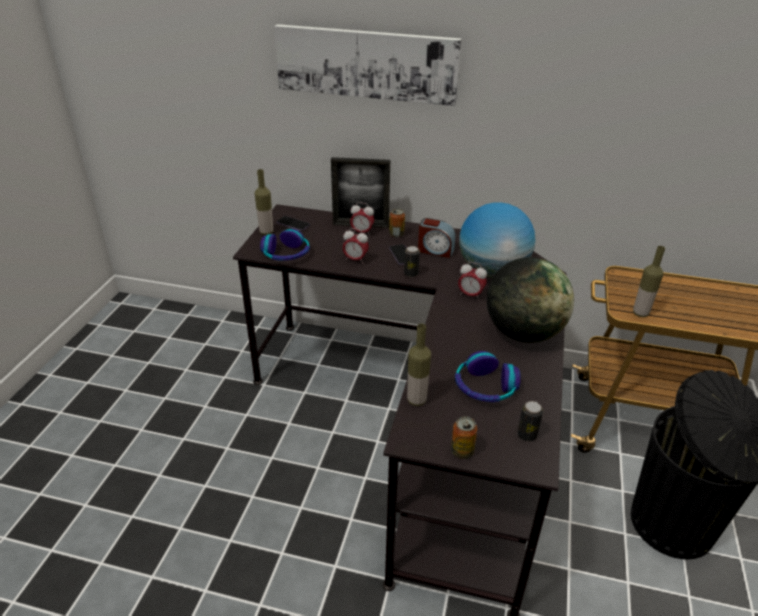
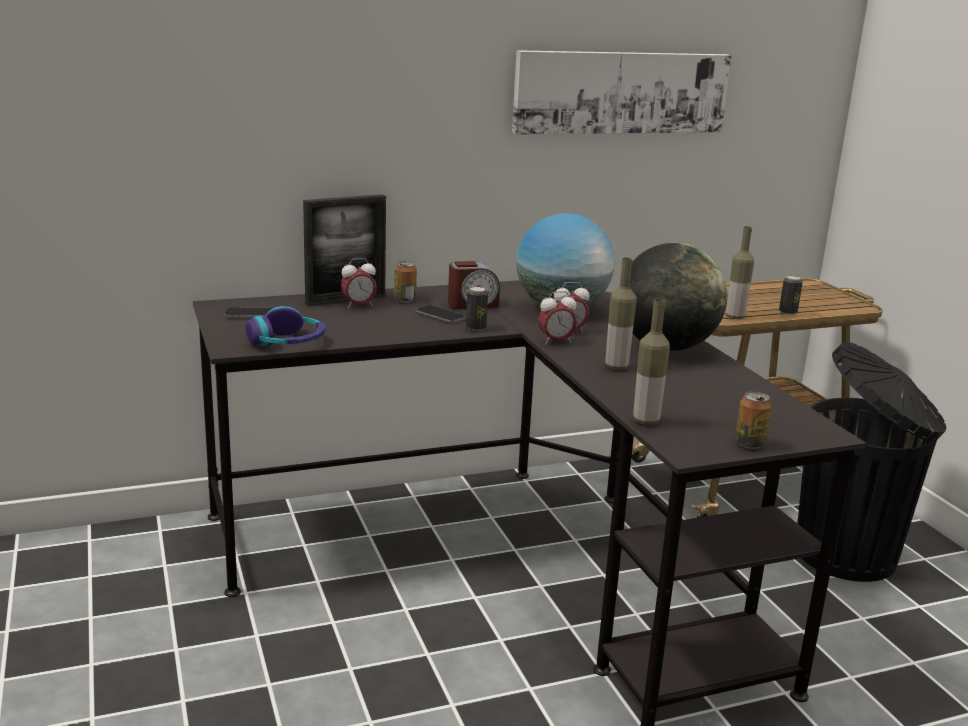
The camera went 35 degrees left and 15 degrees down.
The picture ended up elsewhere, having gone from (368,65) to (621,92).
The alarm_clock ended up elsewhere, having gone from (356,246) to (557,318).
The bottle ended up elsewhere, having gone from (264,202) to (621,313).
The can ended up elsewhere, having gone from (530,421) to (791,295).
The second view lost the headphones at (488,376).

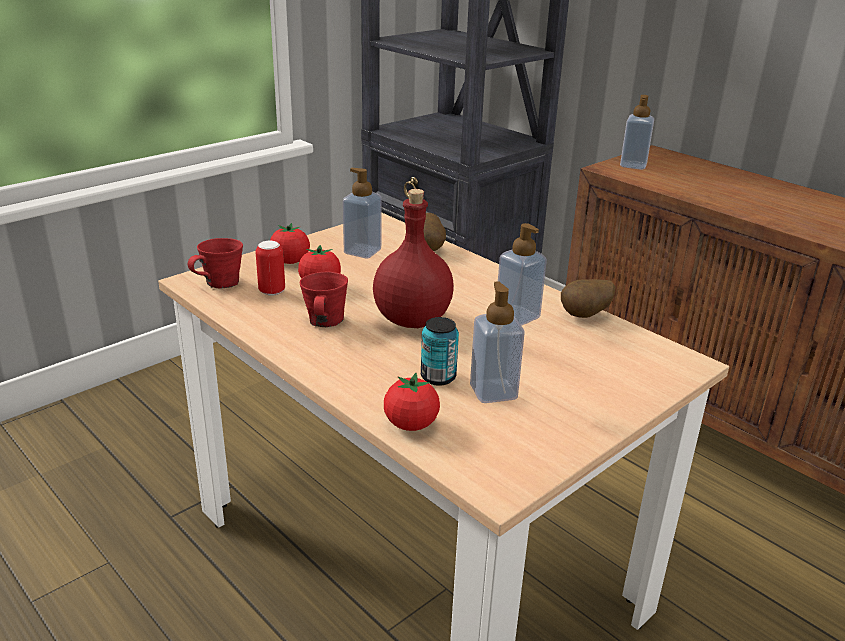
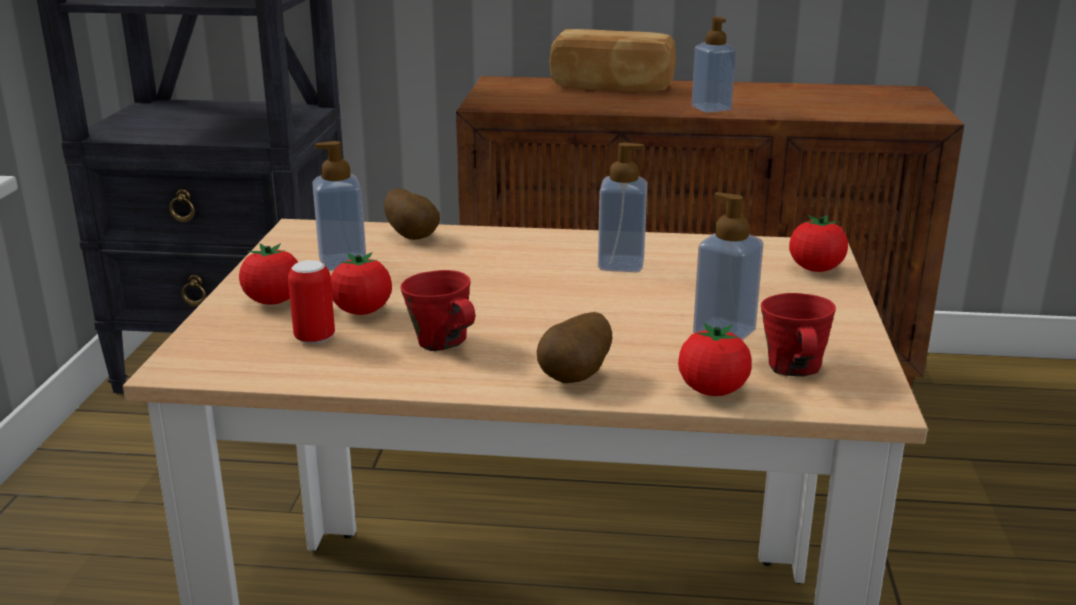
The camera went 40 degrees left and 5 degrees down.
The potato ended up elsewhere, having gone from (588,298) to (574,347).
The second view gained the bread at (612,60).
The soap_dispenser ended up elsewhere, having gone from (637,132) to (713,65).
The red_mug ended up elsewhere, having gone from (215,263) to (798,335).
The second view gained the tomato at (818,243).
The second view lost the red_bottle at (413,258).
The second view lost the can at (440,351).

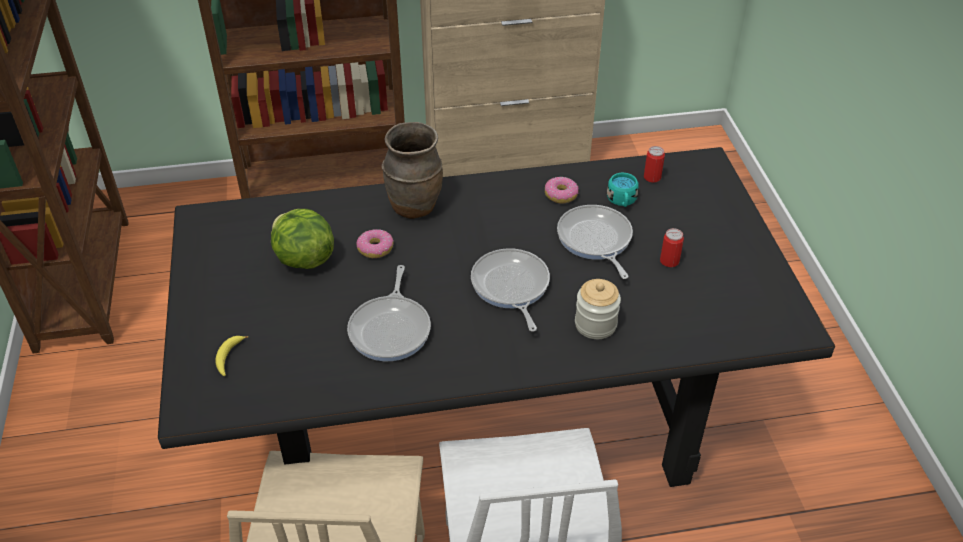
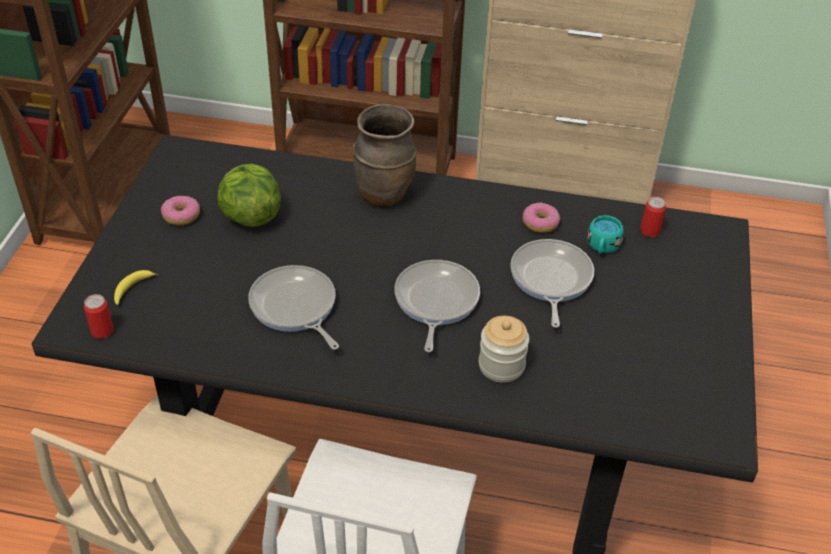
The camera went 20 degrees right and 0 degrees up.
The can ended up elsewhere, having gone from (672,247) to (99,316).
The donut ended up elsewhere, having gone from (374,243) to (180,210).
The frying_pan at (389,313) ended up facing another way, 120 degrees clockwise from before.

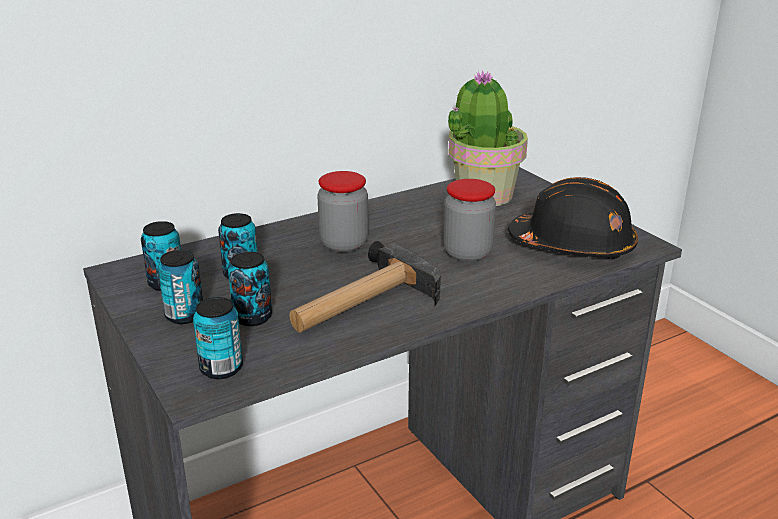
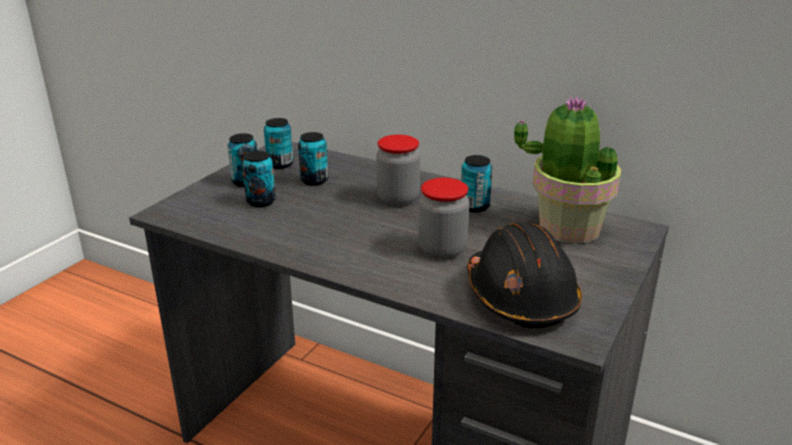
The camera went 60 degrees right and 0 degrees up.
The can ended up elsewhere, having gone from (218,338) to (476,183).
The second view lost the hammer at (365,287).

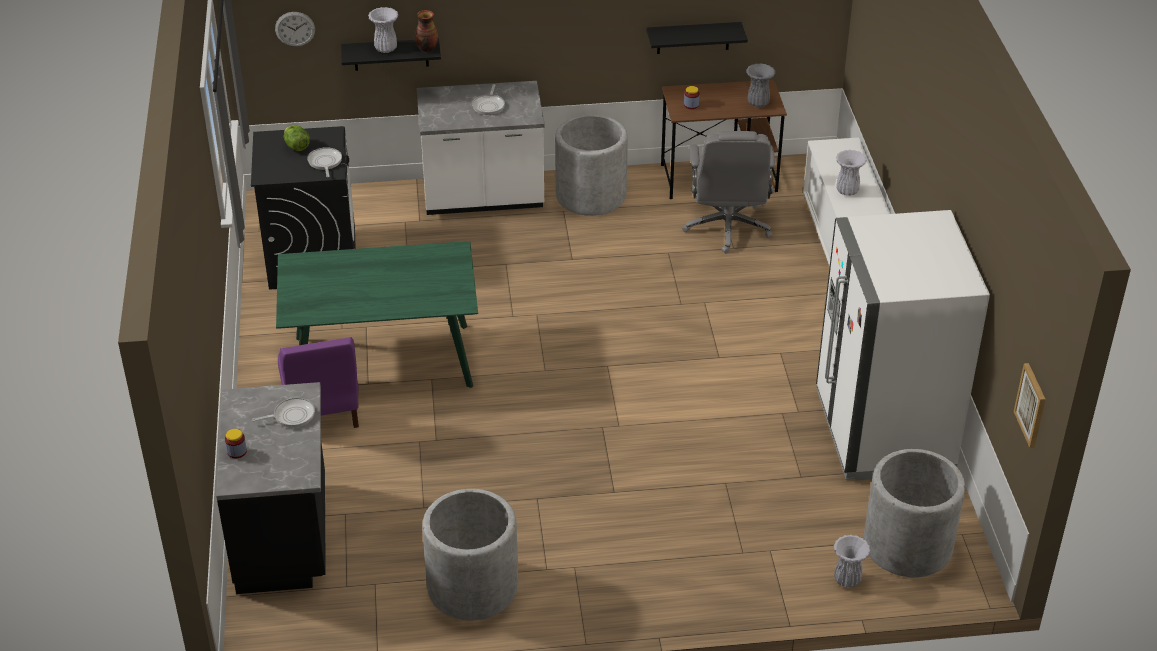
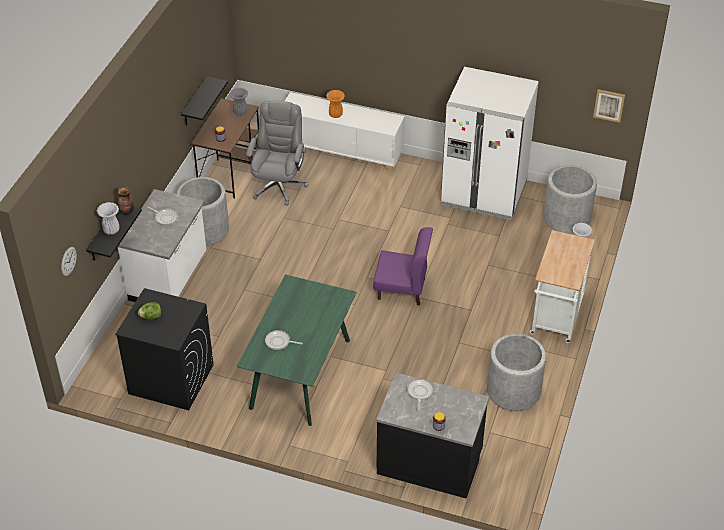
The camera went 65 degrees left and 5 degrees up.
The grey_office_chair at (728,192) ended up facing another way, 105 degrees counterclockwise from before.
The frying_pan ended up elsewhere, having gone from (324,162) to (284,340).
What was the white_vase at (851,173) turned into the orange_vase at (335,104).
The purple_chair ended up elsewhere, having gone from (318,382) to (403,266).
The second view gained the white_cart at (562,286).

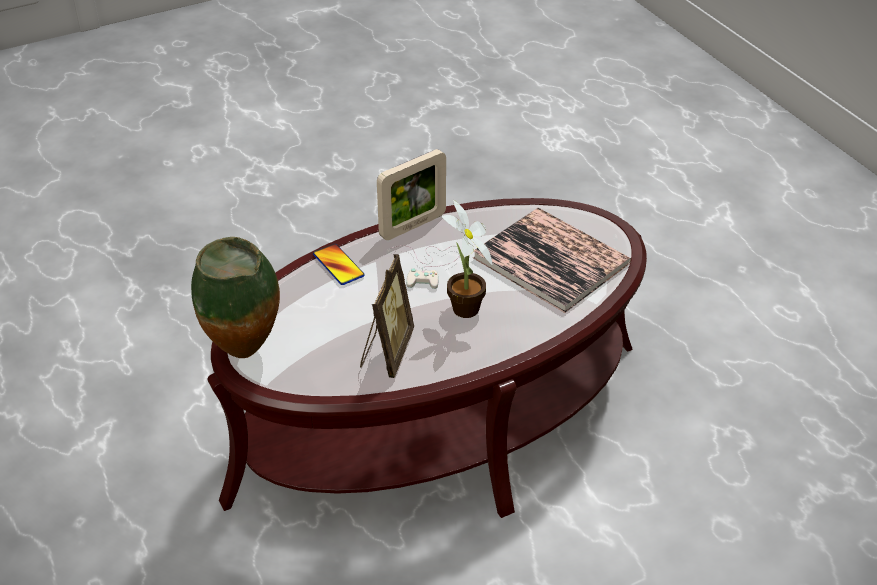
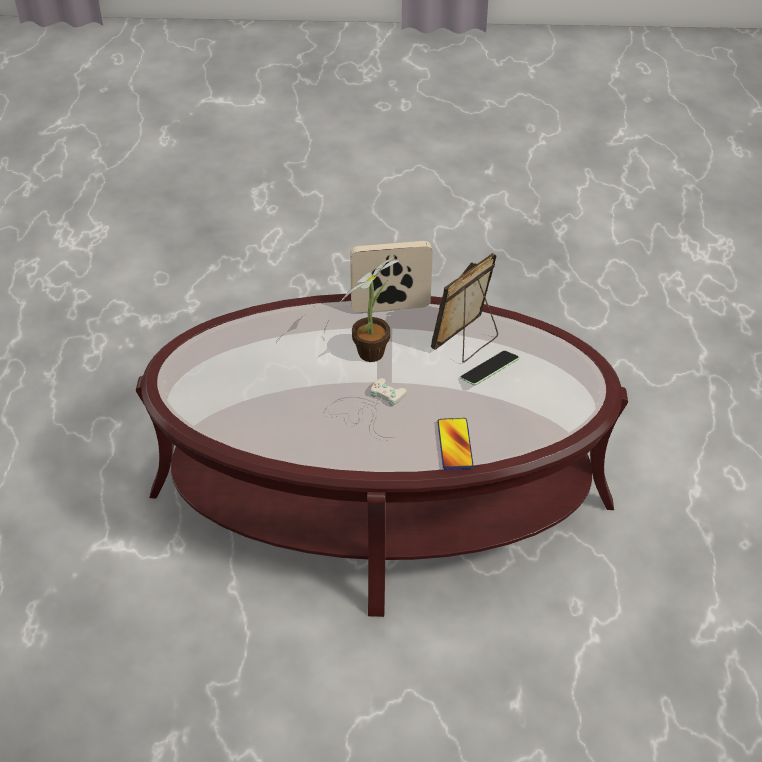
The camera went 150 degrees left and 5 degrees up.
The picture_frame ended up elsewhere, having gone from (411,194) to (391,277).
The second view gained the phone at (490,368).
The second view lost the vase at (235,297).
The second view lost the book at (552,260).

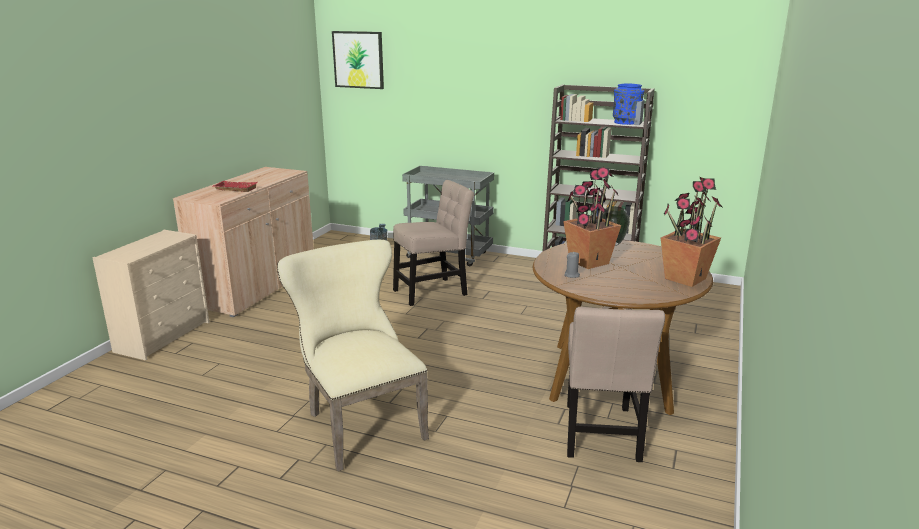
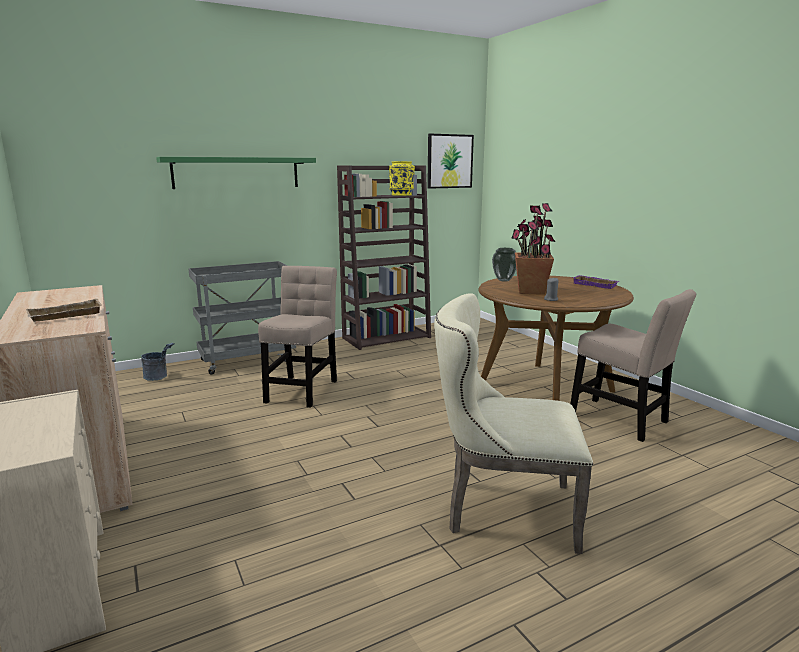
The camera went 50 degrees left and 5 degrees down.
What was the red_tray at (235,186) turned into the beige_tray at (64,310).
The second view gained the green_shelf at (236,173).
What was the blue_vase at (628,104) turned into the yellow_vase at (402,178).
The picture ended up elsewhere, having gone from (358,60) to (450,161).
Where the potted_plant stood at (691,232), the purple_tray came to stand at (595,282).

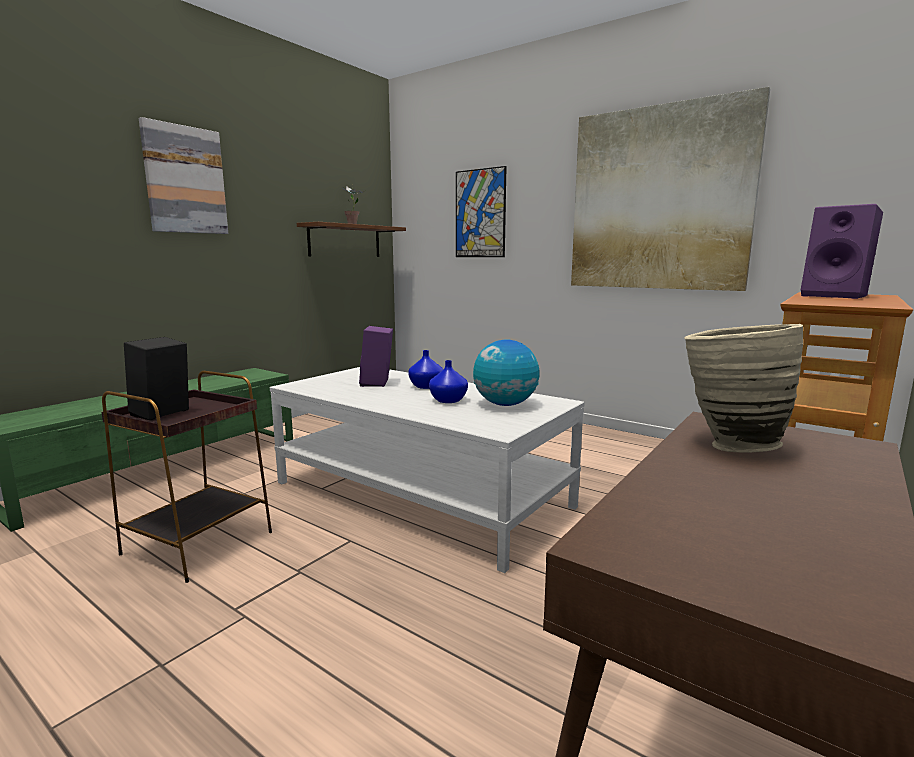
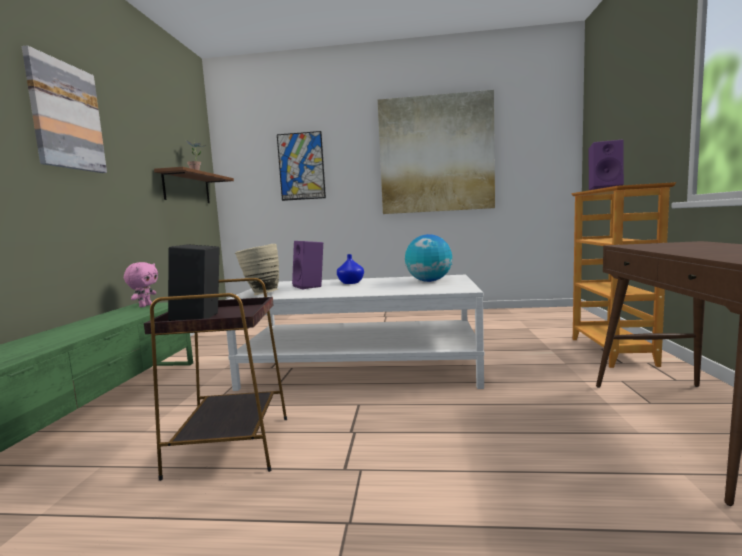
The camera went 30 degrees left and 5 degrees down.
The second view gained the pink_plush_toy at (141,284).
The beige_vase ended up elsewhere, having gone from (743,388) to (257,269).
The second view lost the blue_vase at (448,381).

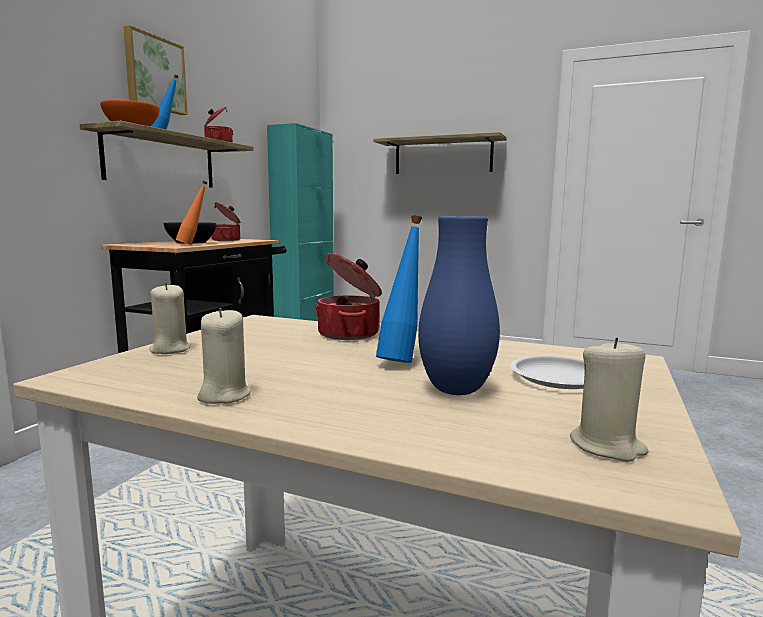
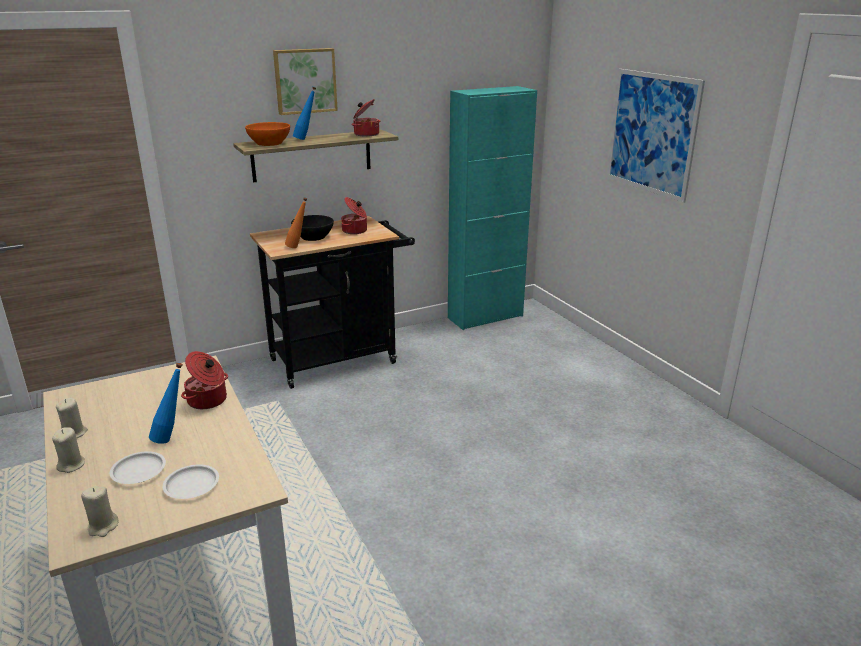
The camera went 40 degrees right and 15 degrees up.
The beige_candle ended up elsewhere, having gone from (170,318) to (68,450).
Where the blue_vase stood at (459,305), the white_plate came to stand at (138,467).
Where the shelf hung at (440,153), the picture came to hang at (656,136).

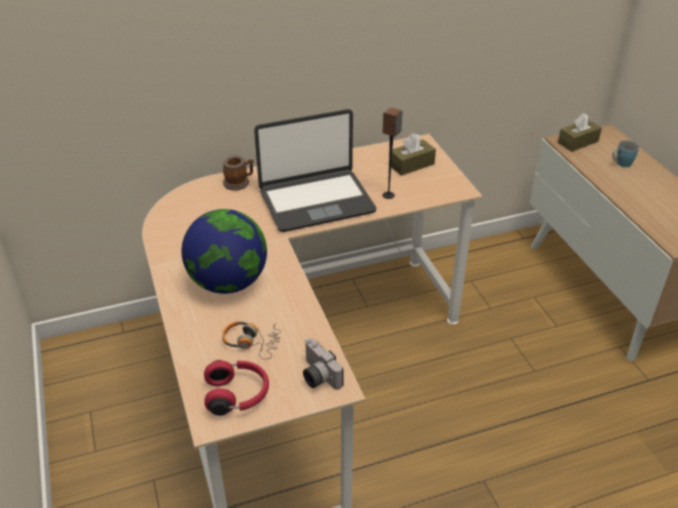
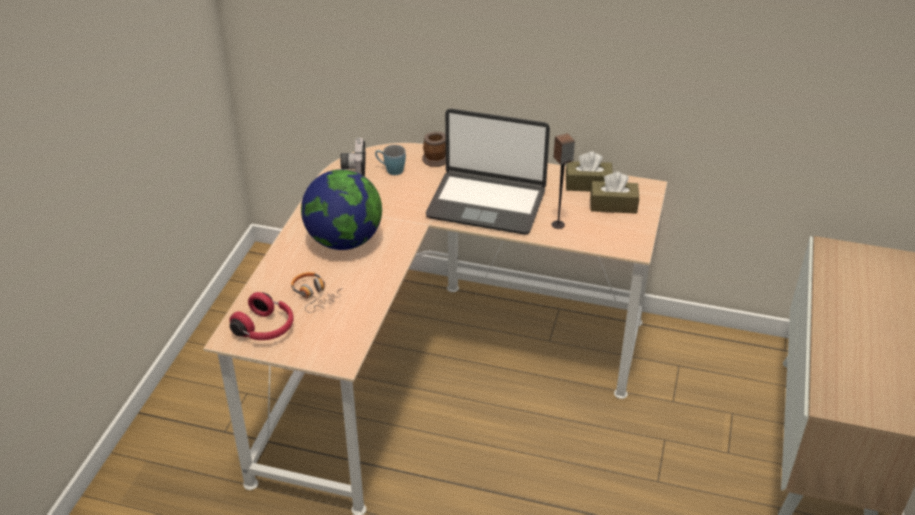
The camera went 35 degrees right and 0 degrees up.
The photo_camera ended up elsewhere, having gone from (323,364) to (353,157).
The blue_mug ended up elsewhere, having gone from (625,153) to (390,160).
The brown_tissue_box ended up elsewhere, having gone from (580,132) to (589,171).

